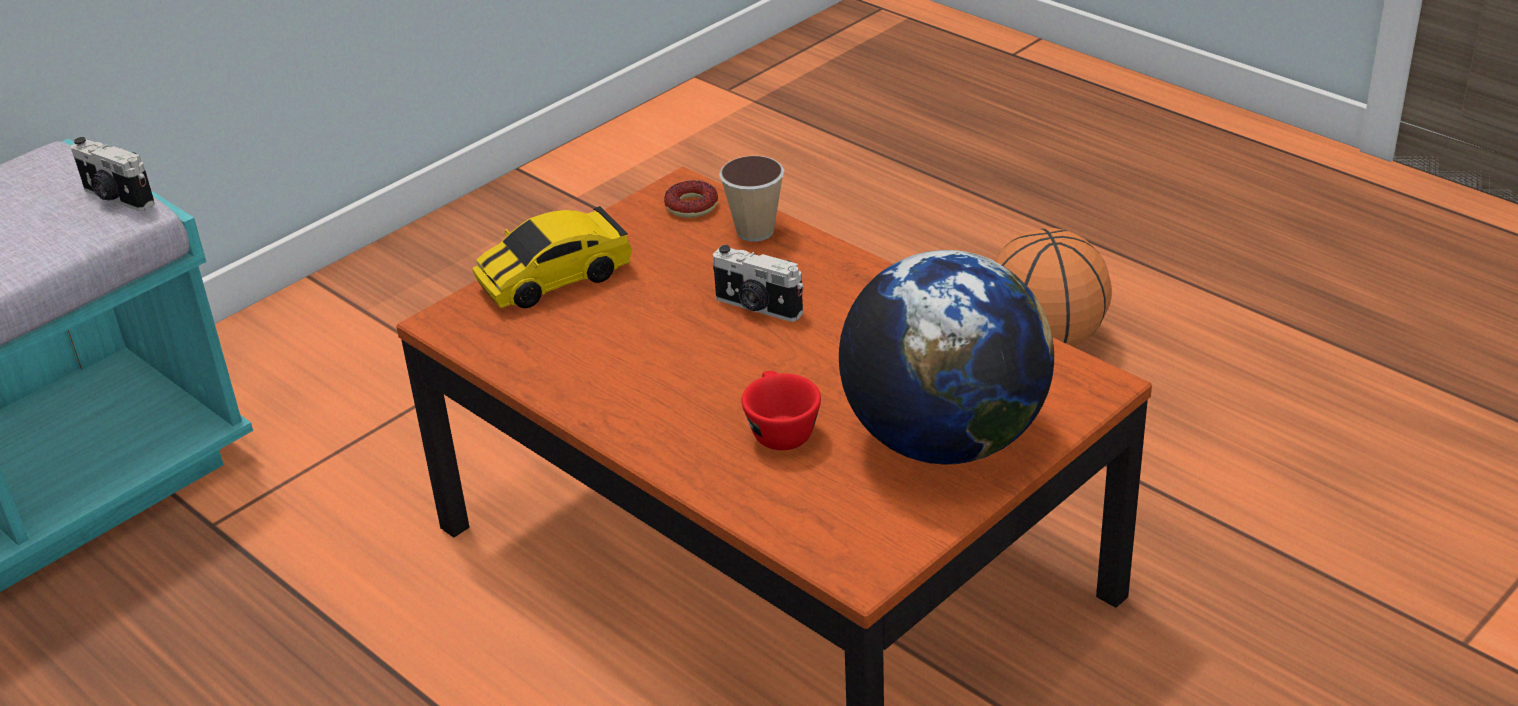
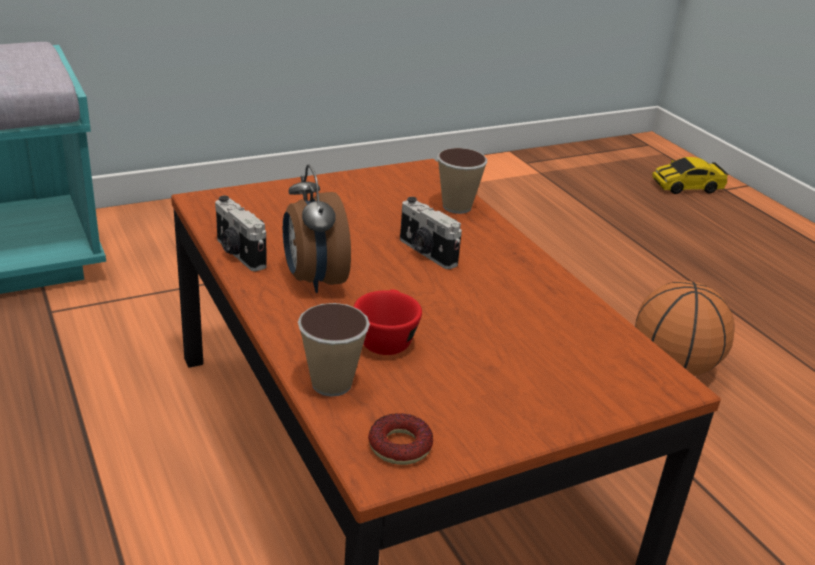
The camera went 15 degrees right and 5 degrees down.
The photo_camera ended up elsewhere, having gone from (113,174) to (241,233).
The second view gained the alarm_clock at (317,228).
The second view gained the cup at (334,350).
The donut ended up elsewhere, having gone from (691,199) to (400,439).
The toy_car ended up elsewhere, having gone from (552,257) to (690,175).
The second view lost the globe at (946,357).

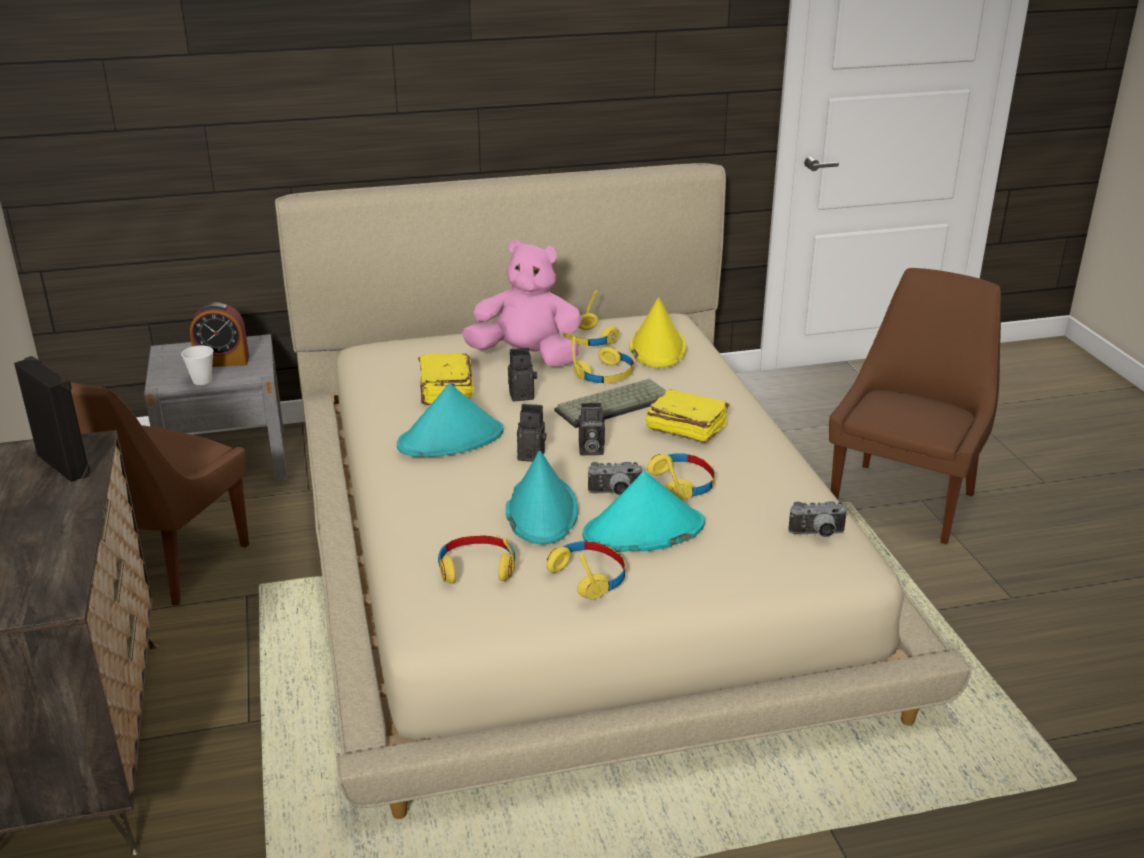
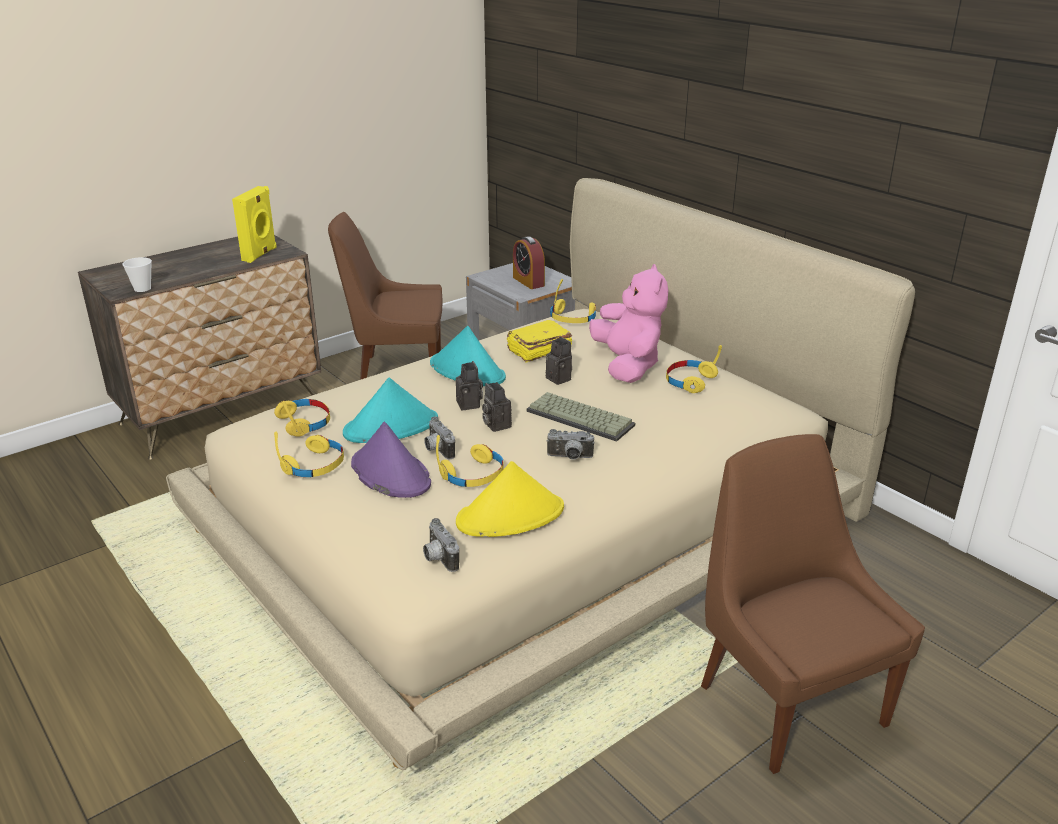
The camera went 65 degrees right and 0 degrees up.
The cup ended up elsewhere, having gone from (197,365) to (137,274).
What was the black_speaker at (52,419) turned into the yellow_speaker at (254,224).
What was the turquoise_hat at (644,511) turned into the purple_hat at (391,460).
The yellow_hat ended up elsewhere, having gone from (658,332) to (510,499).
Where the yellow_book stood at (688,416), the photo_camera came to stand at (571,444).
The yellow_headphones ended up elsewhere, having gone from (603,360) to (573,301).
The brown_chair at (915,406) ended up facing another way, 120 degrees counterclockwise from before.

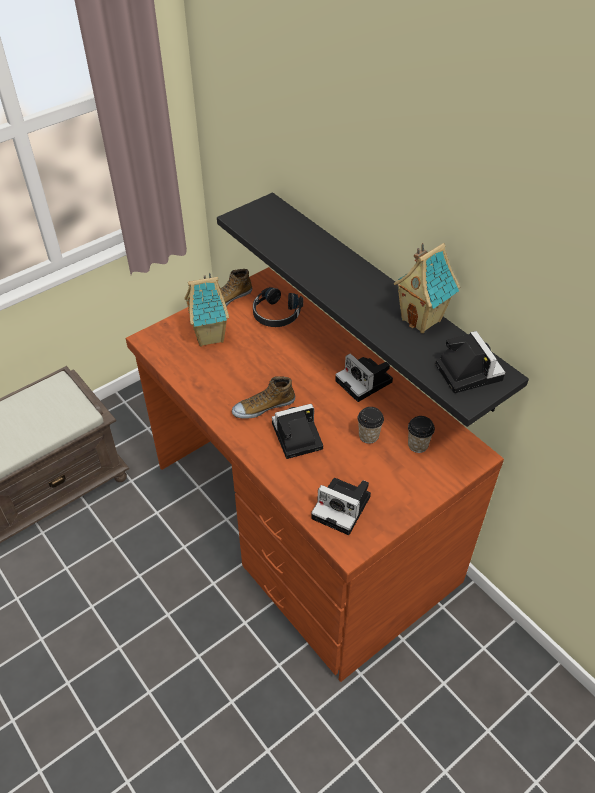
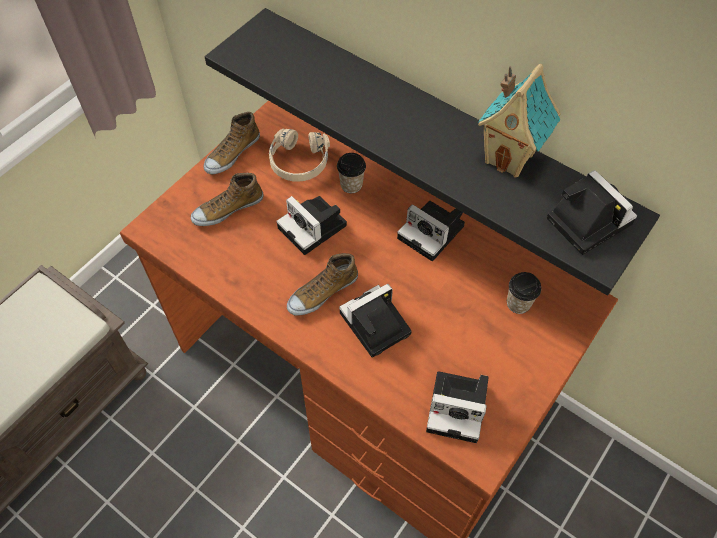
The camera went 15 degrees left and 10 degrees up.
Where the toy_house stood at (206,310), the shoe came to stand at (227,199).
What was the black_headphones at (278,307) turned into the beige_headphones at (299,155).
The second view gained the photo_camera at (312,225).
The cup ended up elsewhere, having gone from (371,425) to (351,173).

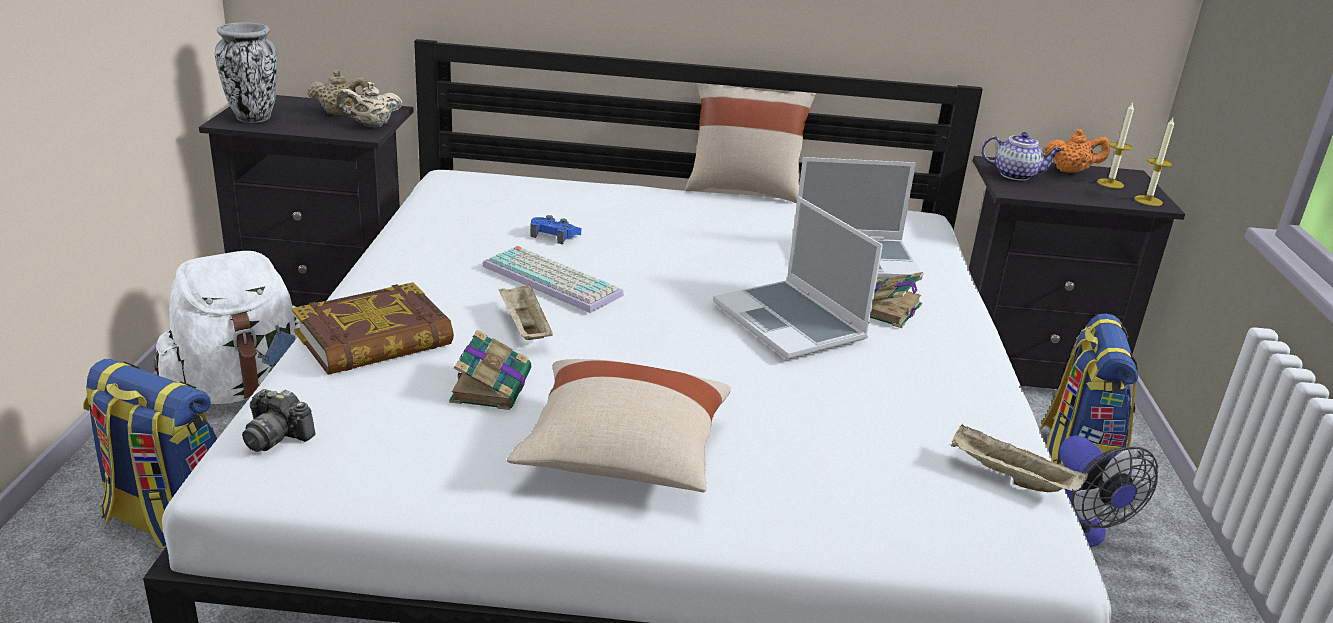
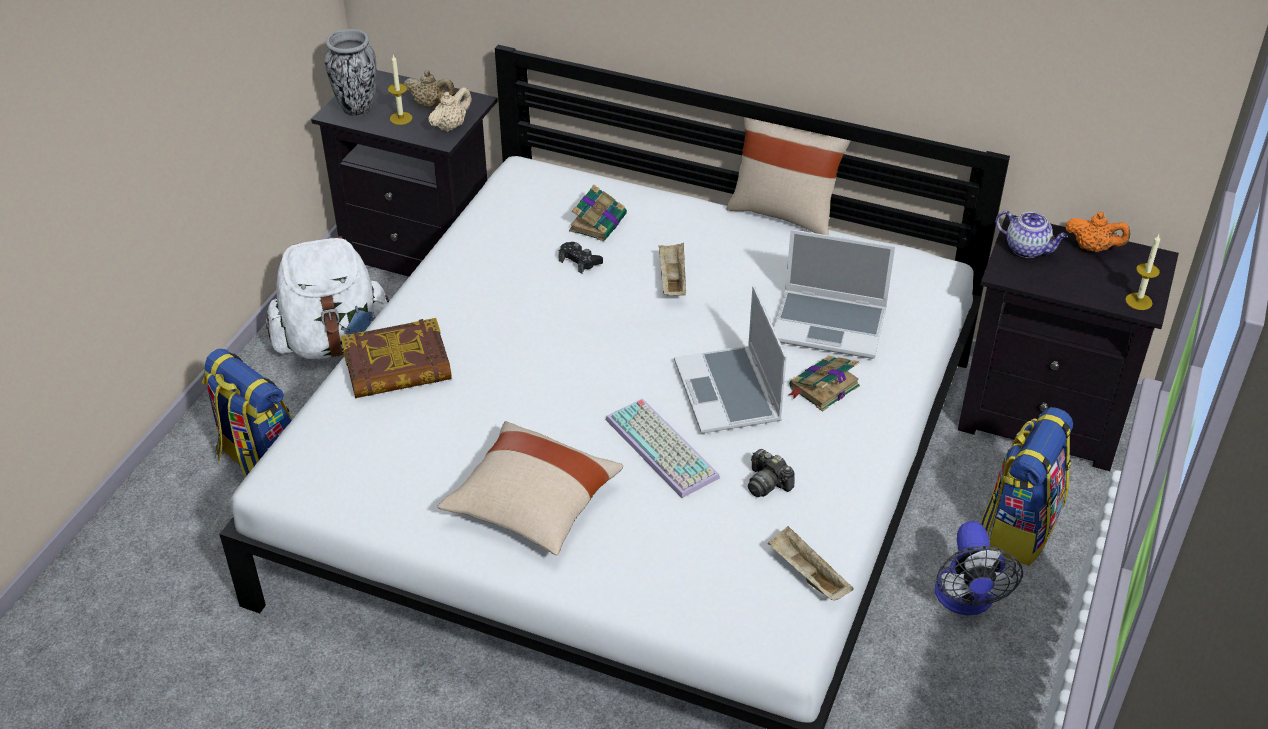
The camera went 20 degrees right and 15 degrees up.
The candle ended up elsewhere, having gone from (1115,145) to (400,90).
The beige_teapot at (369,104) ended up facing another way, 135 degrees clockwise from before.
What was the blue_game_controller at (555,230) turned into the black_game_controller at (581,258).
The book ended up elsewhere, having gone from (490,370) to (598,213).
The keyboard ended up elsewhere, having gone from (553,279) to (663,448).
The beige_tray ended up elsewhere, having gone from (526,311) to (672,269).
The photo_camera ended up elsewhere, having gone from (279,420) to (771,473).

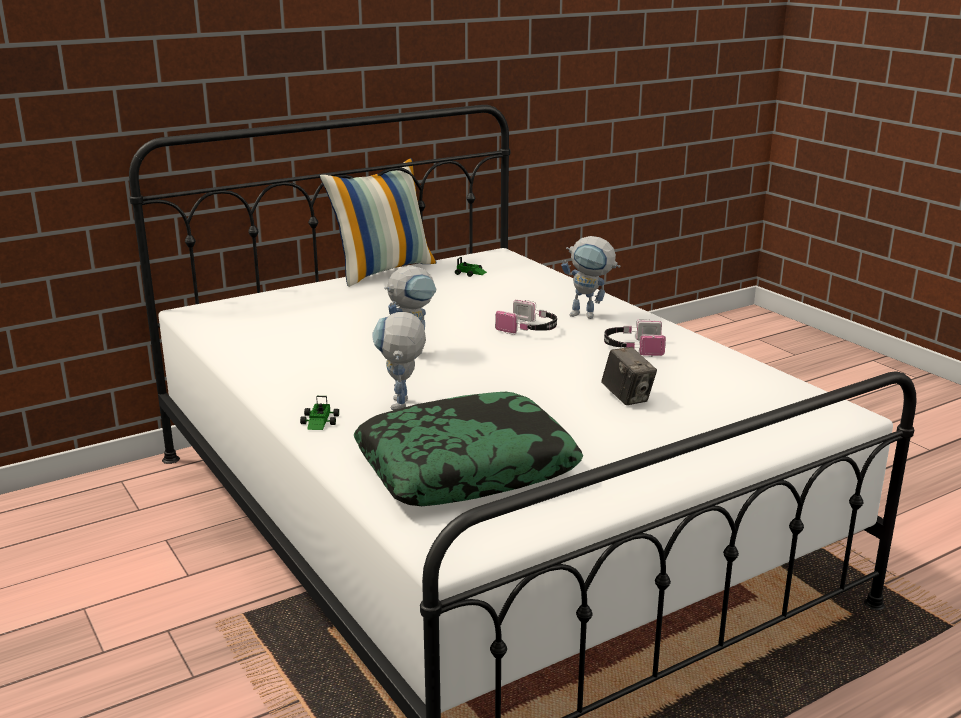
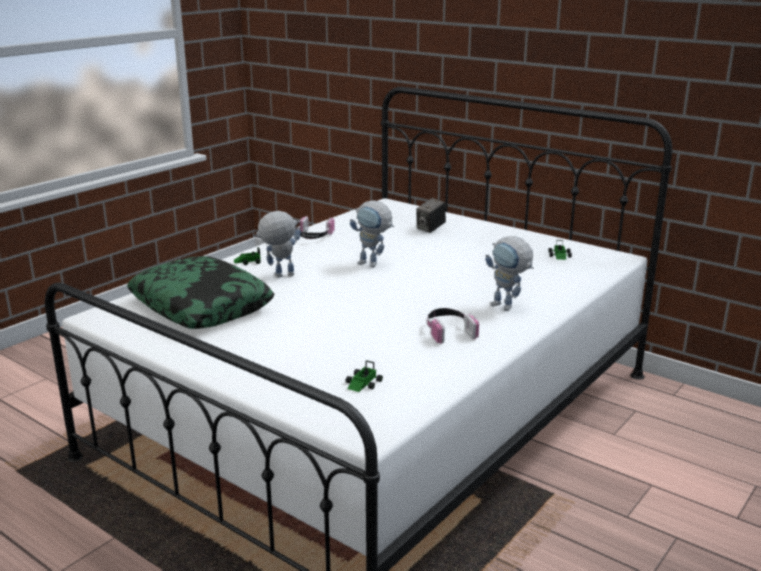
The camera went 70 degrees right and 0 degrees up.
The headphones ended up elsewhere, having gone from (526,317) to (316,227).
The second view gained the toy_car at (364,376).
The photo_camera ended up elsewhere, having gone from (629,376) to (431,215).
The toy_robot at (590,277) ended up facing another way, 45 degrees counterclockwise from before.
The second view lost the pillow at (378,222).

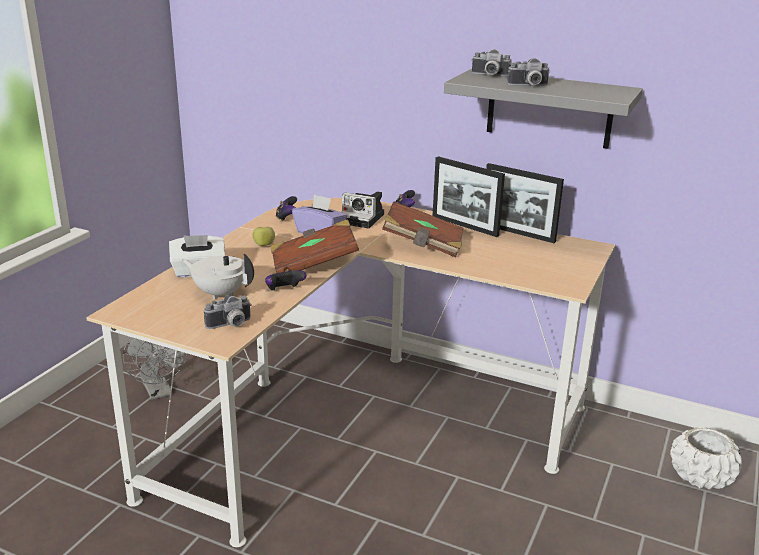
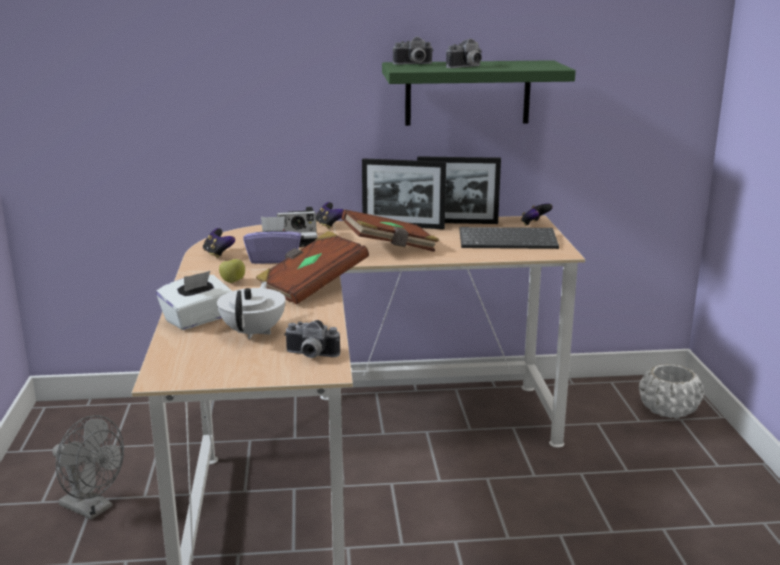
The camera went 30 degrees left and 5 degrees down.
The white_teapot at (218,277) ended up facing another way, 105 degrees clockwise from before.
The photo_camera at (228,312) ended up facing another way, 75 degrees clockwise from before.
What was the grey_shelf at (543,109) turned into the green_shelf at (479,93).
The second view gained the keyboard at (509,238).
The game_controller ended up elsewhere, having gone from (286,280) to (537,214).

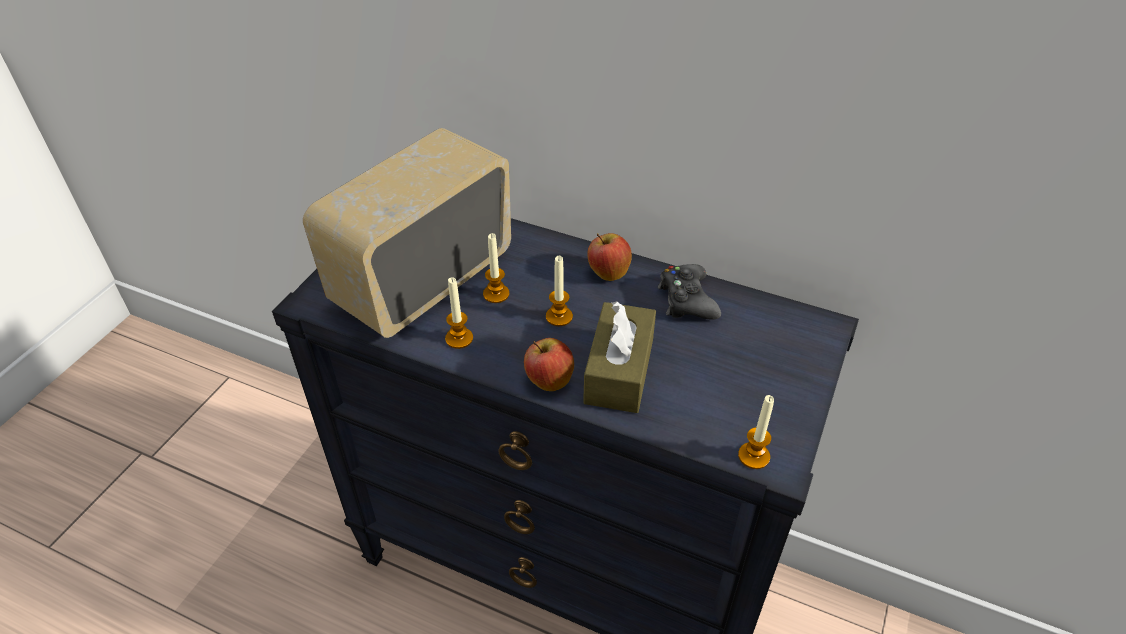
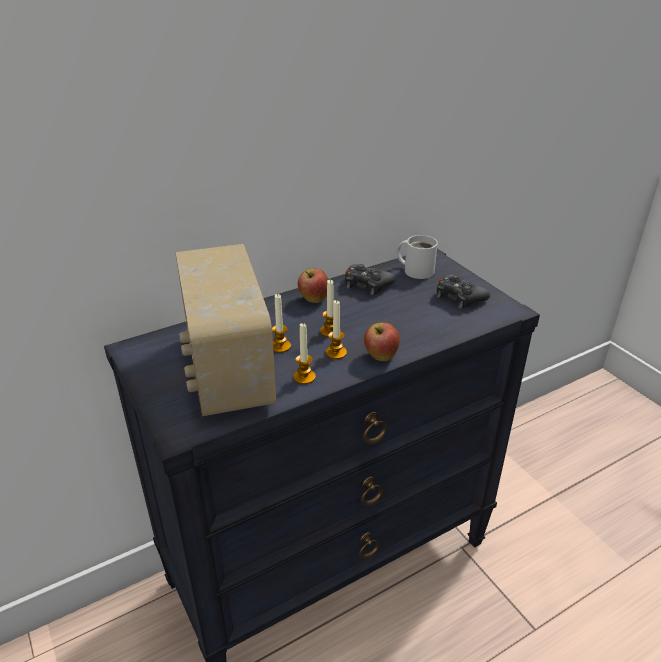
The camera went 55 degrees left and 10 degrees down.
The candle ended up elsewhere, having gone from (756,432) to (336,329).
The second view gained the white_mug at (417,257).
The second view gained the black_game_controller at (463,291).
The second view lost the brown_tissue_box at (619,357).

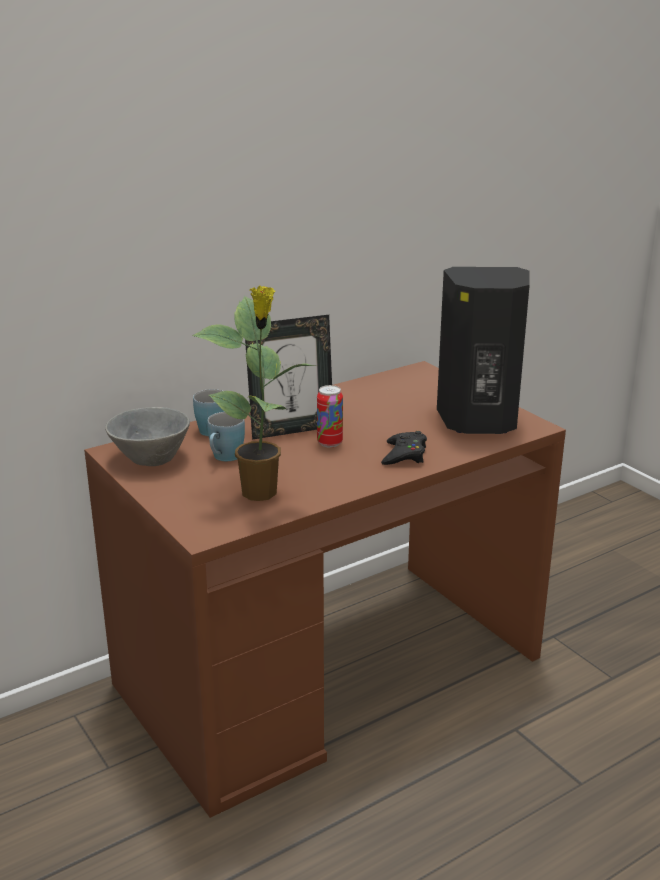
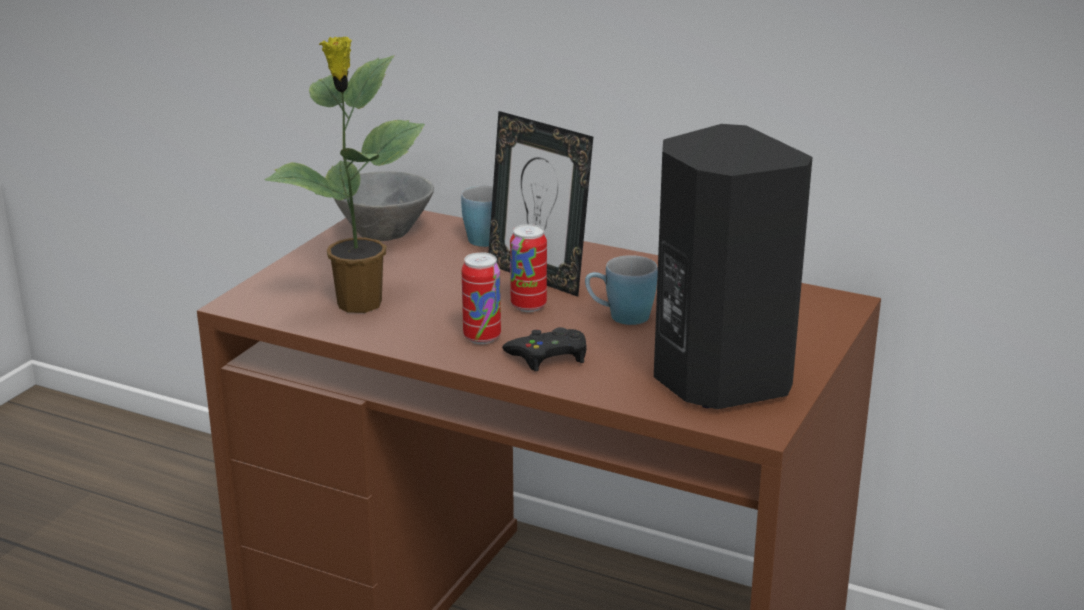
The camera went 60 degrees right and 0 degrees up.
The second view gained the can at (481,298).
The blue_mug ended up elsewhere, having gone from (226,436) to (621,290).

